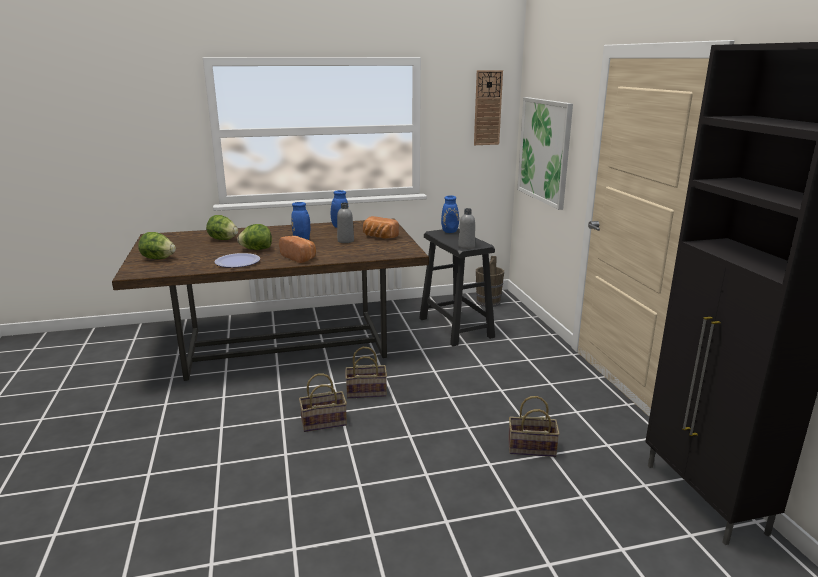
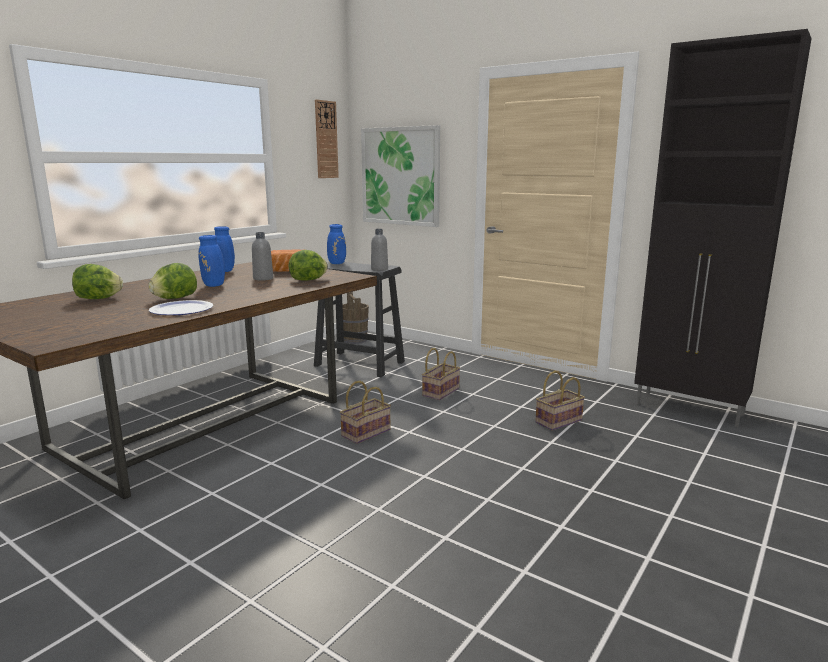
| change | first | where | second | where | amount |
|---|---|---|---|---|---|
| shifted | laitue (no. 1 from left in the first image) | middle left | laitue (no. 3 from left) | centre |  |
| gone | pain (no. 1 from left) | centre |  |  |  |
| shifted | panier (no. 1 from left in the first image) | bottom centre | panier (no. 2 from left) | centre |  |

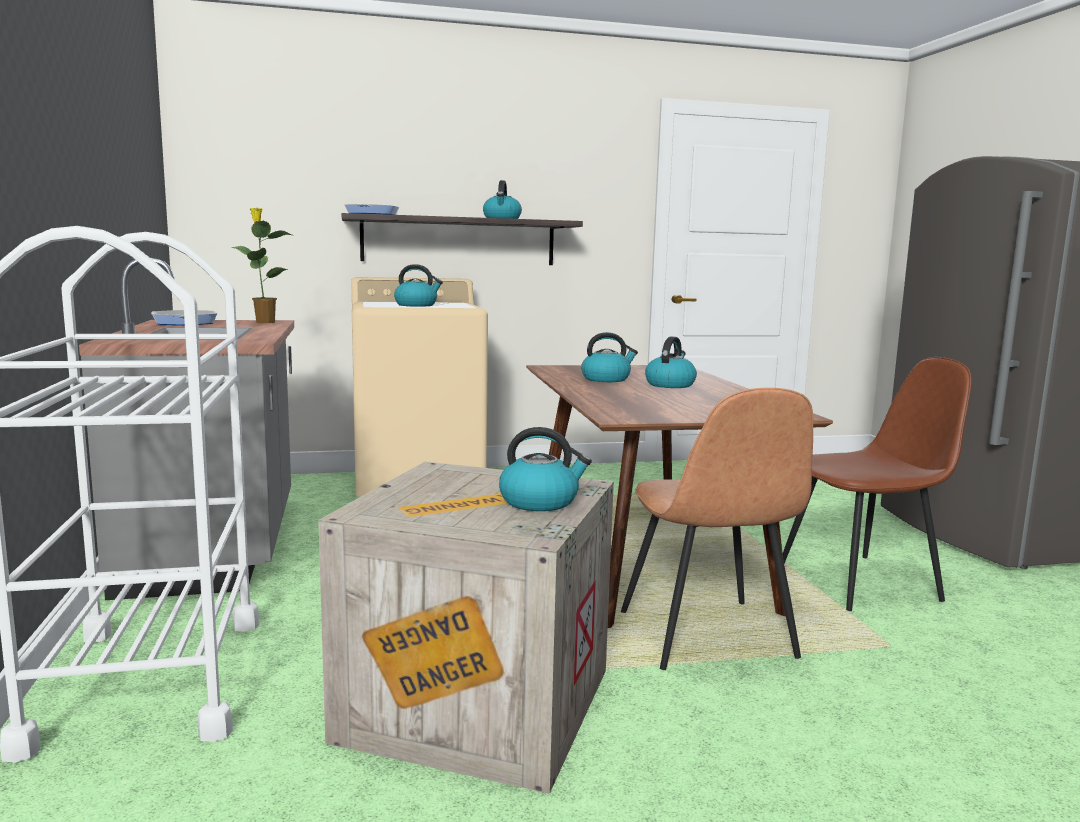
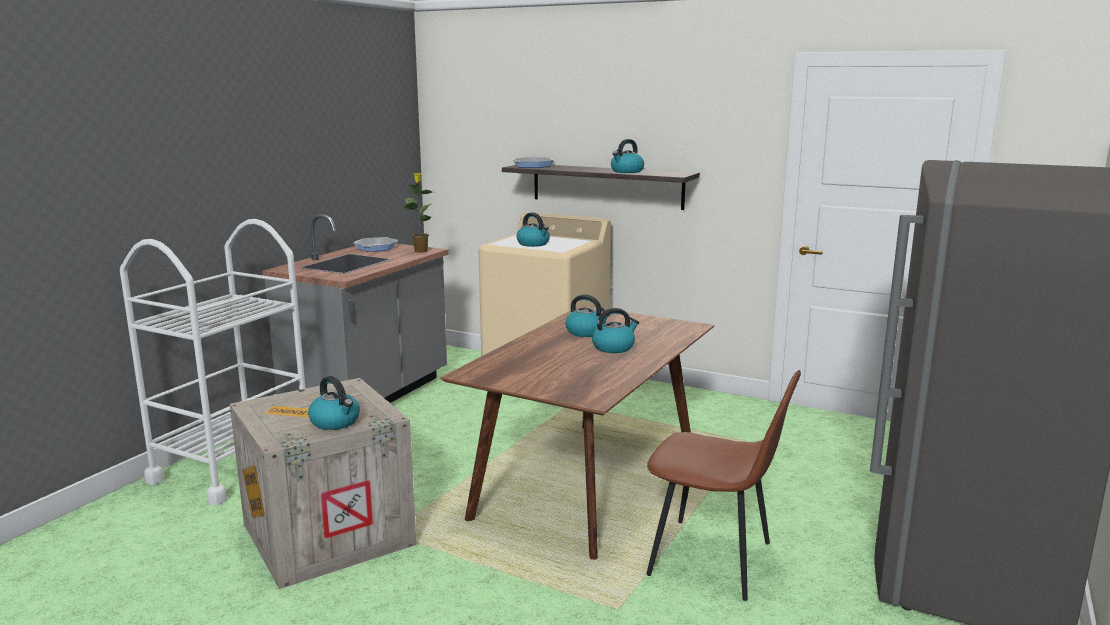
| change | first | where | second | where | amount |
|---|---|---|---|---|---|
| gone | chaise/marron (no. 1 from left) | centre |  |  |  |

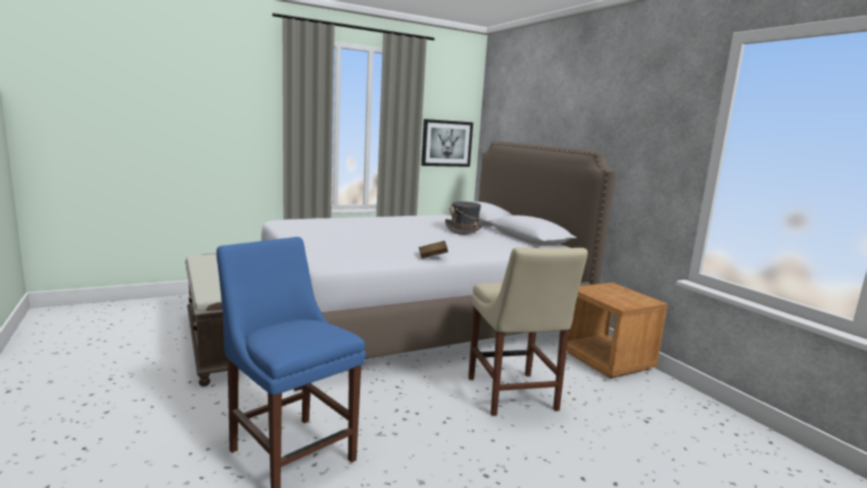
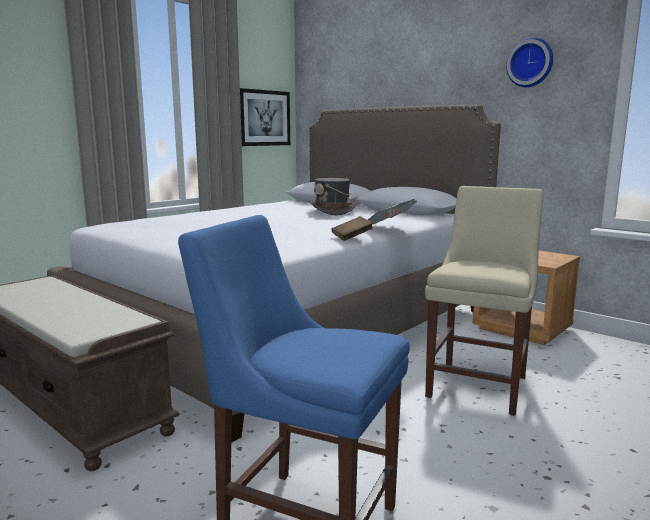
| change | first | where | second | where | amount |
|---|---|---|---|---|---|
| rotated | chaise/beige | bottom centre |  | middle right | 120 degrees counterclockwise |
| new |  |  | journal | centre |  |
| new |  |  | horloge murale | top right |  |

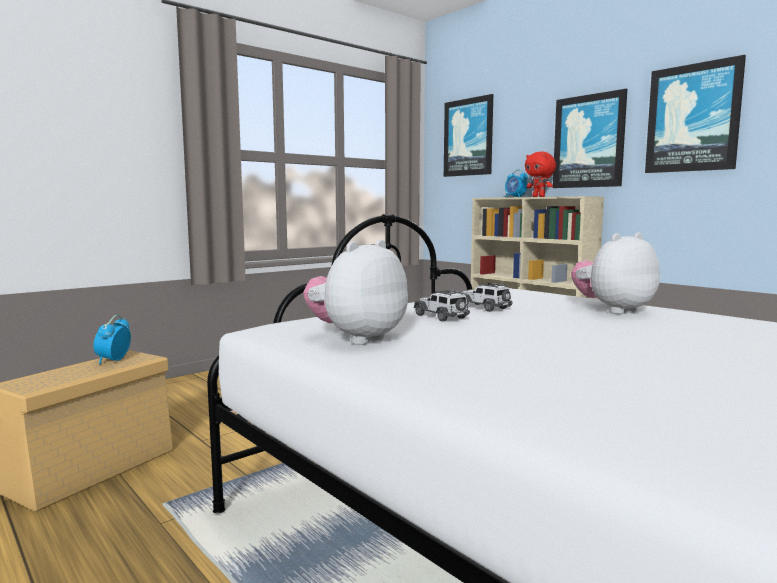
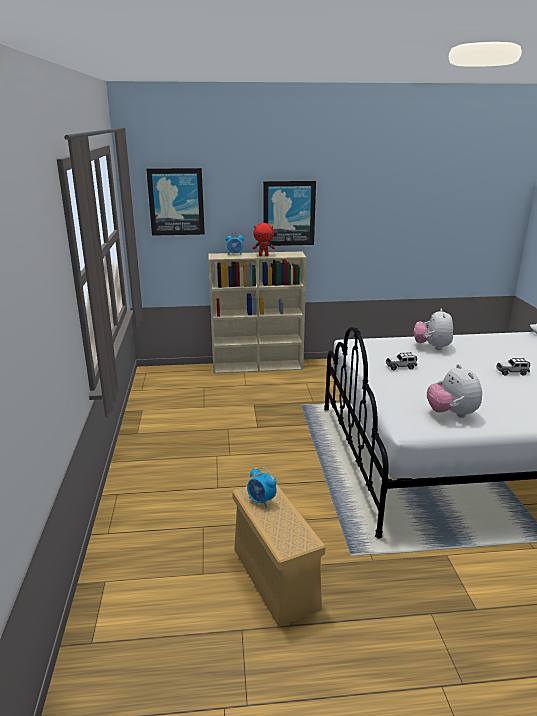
| change | first | where | second | where | amount |
|---|---|---|---|---|---|
| shifted | petite voiture (no. 1 from left in the first image) | centre | petite voiture (no. 2 from left) | middle right |  |
| gone | tableau (no. 3 from left) | top right |  |  |  |

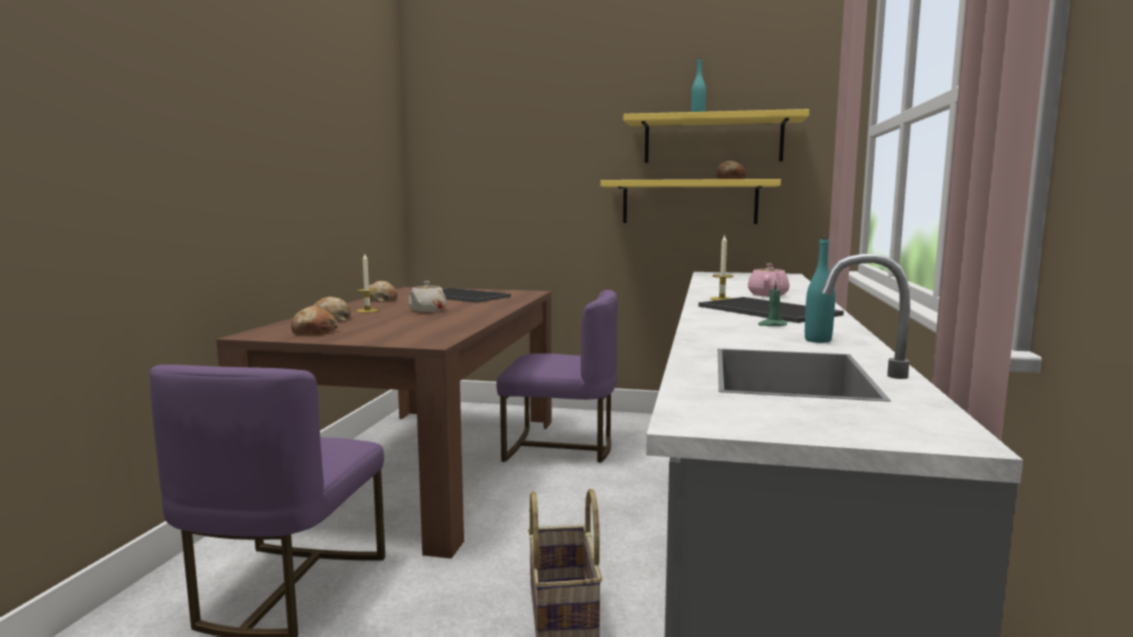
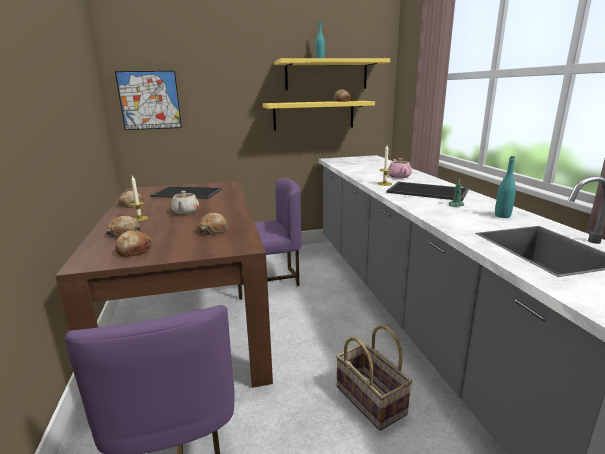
| change | first | where | second | where | amount |
|---|---|---|---|---|---|
| new |  |  | tableau | top left |  |
| new |  |  | pain (no. 4 from left) | centre |  |

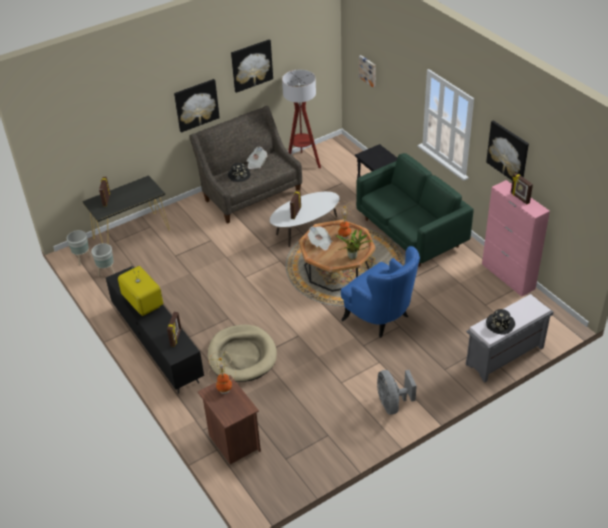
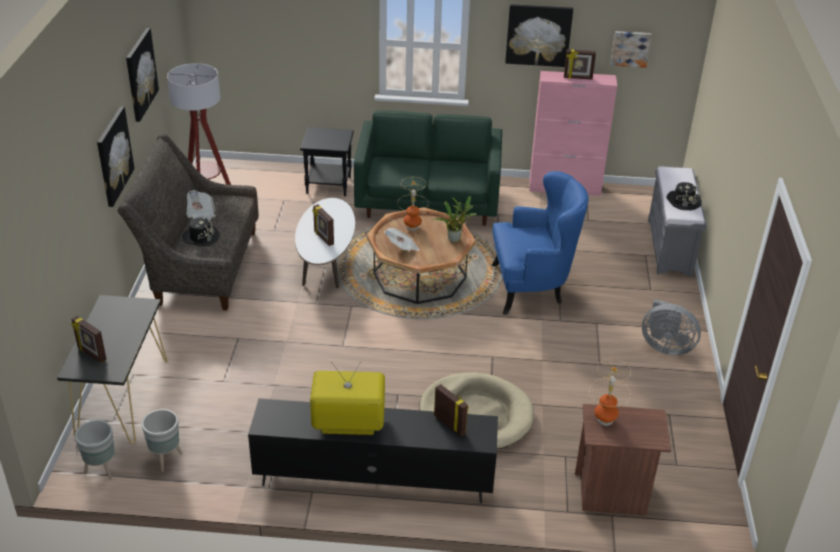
| change | first | where | second | where | amount |
|---|---|---|---|---|---|
| shifted | tableau (no. 3 from left in the first image) | top centre | tableau (no. 4 from left) | top right |  |

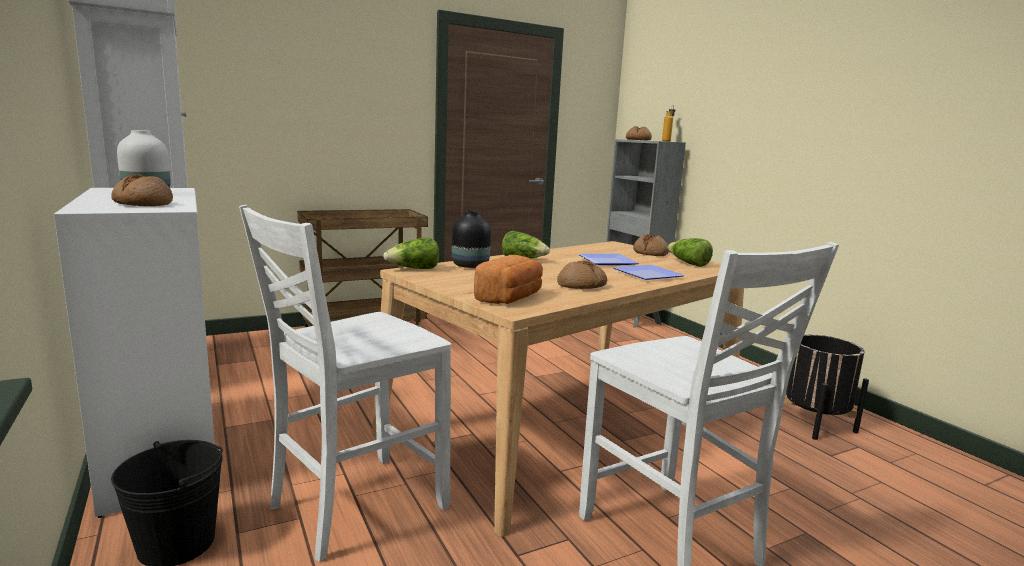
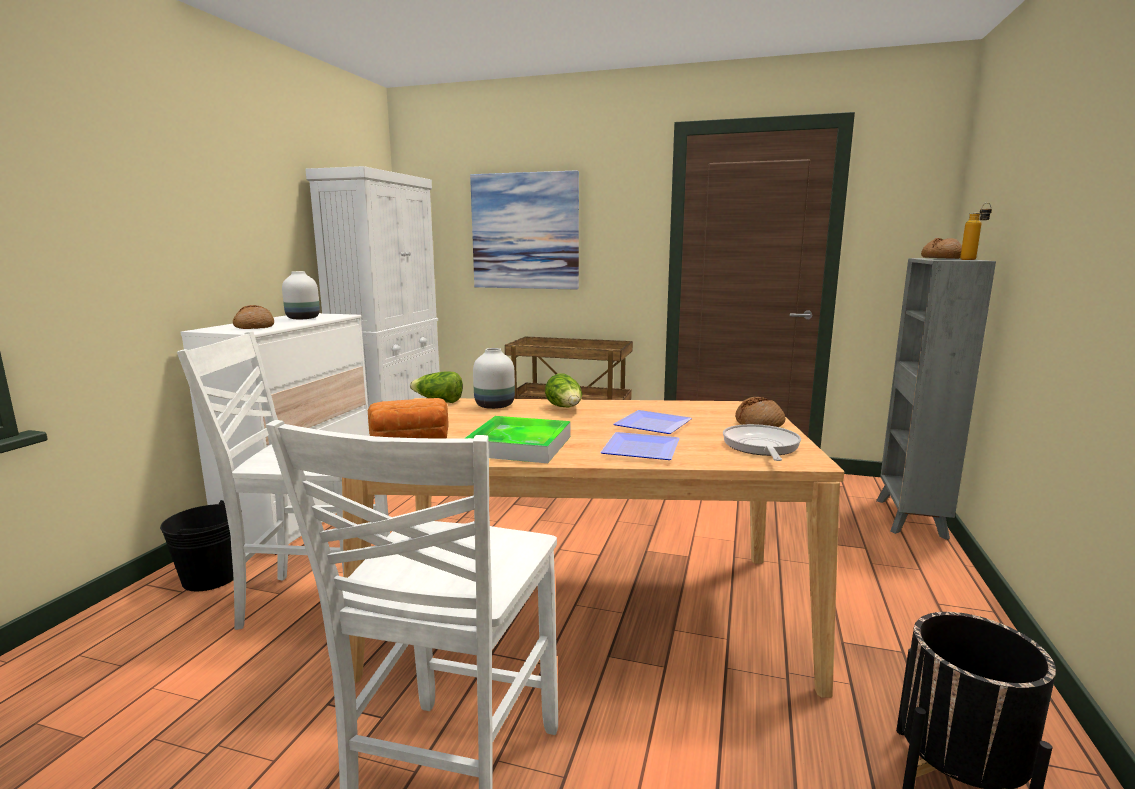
| change | first | where | second | where | amount |
|---|---|---|---|---|---|
| repainted | vase/noir | centre | vase/blanc (no. 2 from left) | centre |  |
| swapped | pain (no. 3 from left) | centre | plateau | centre |  |
| swapped | laitue (no. 3 from left) | middle right | poêle | middle right |  |
| new |  |  | tableau | top centre |  |

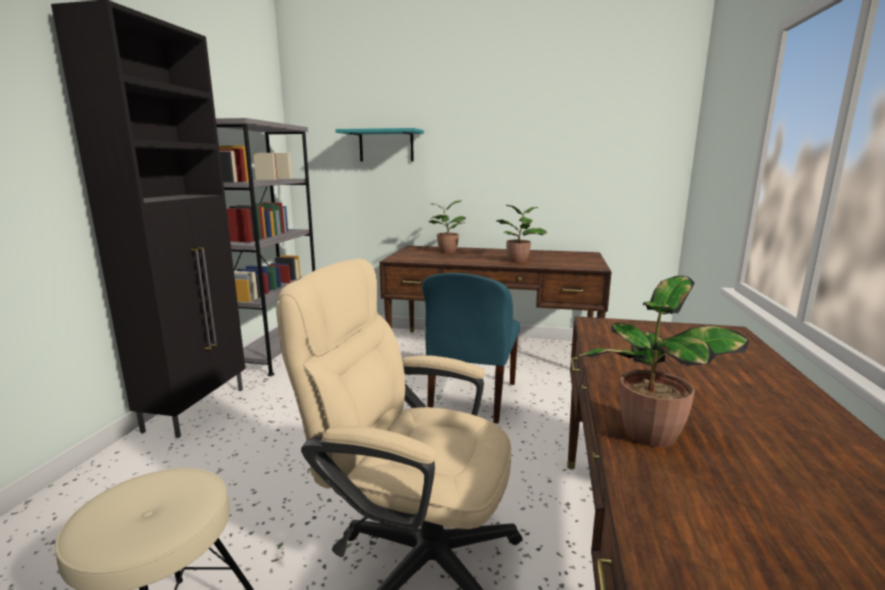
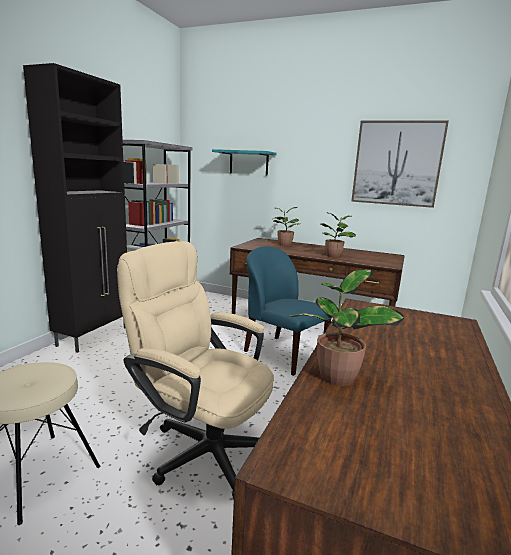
| change | first | where | second | where | amount |
|---|---|---|---|---|---|
| rotated | chaise/bleu | centre |  | centre | 105 degrees clockwise |
| new |  |  | tableau | top right |  |

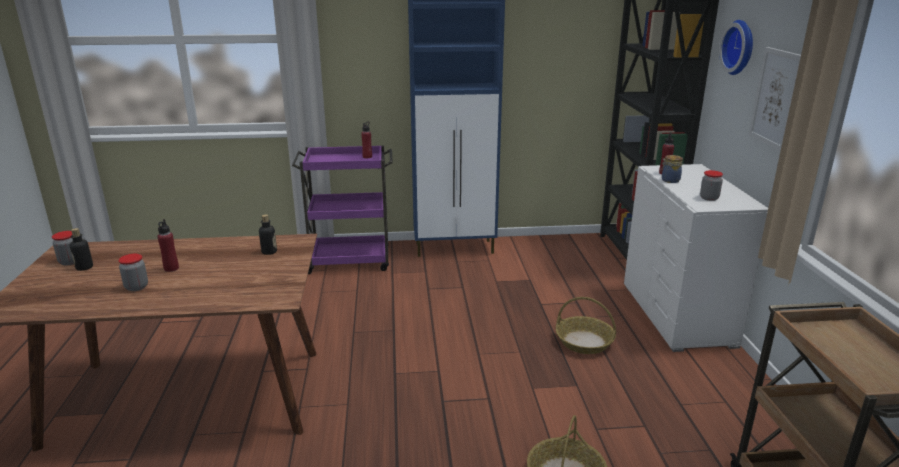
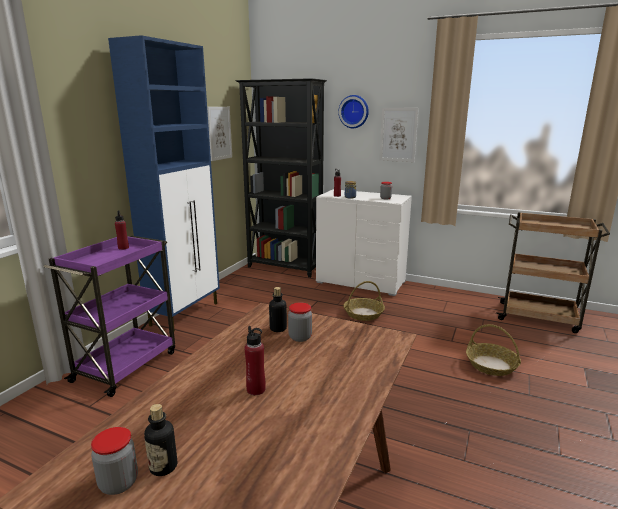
| change | first | where | second | where | amount |
|---|---|---|---|---|---|
| shifted | bocal (no. 2 from left) | middle left |  | centre |  |
| new |  |  | tableau (no. 1 from left) | top centre |  |

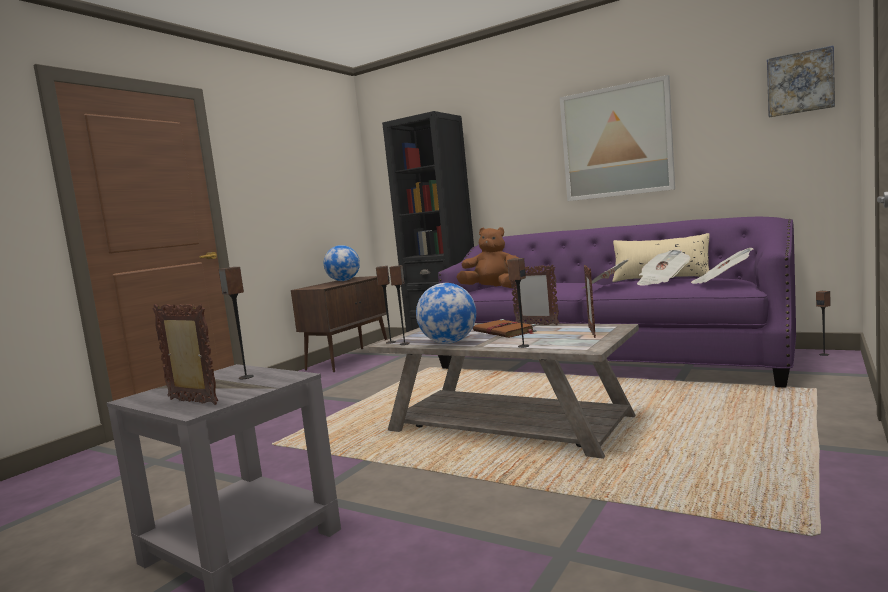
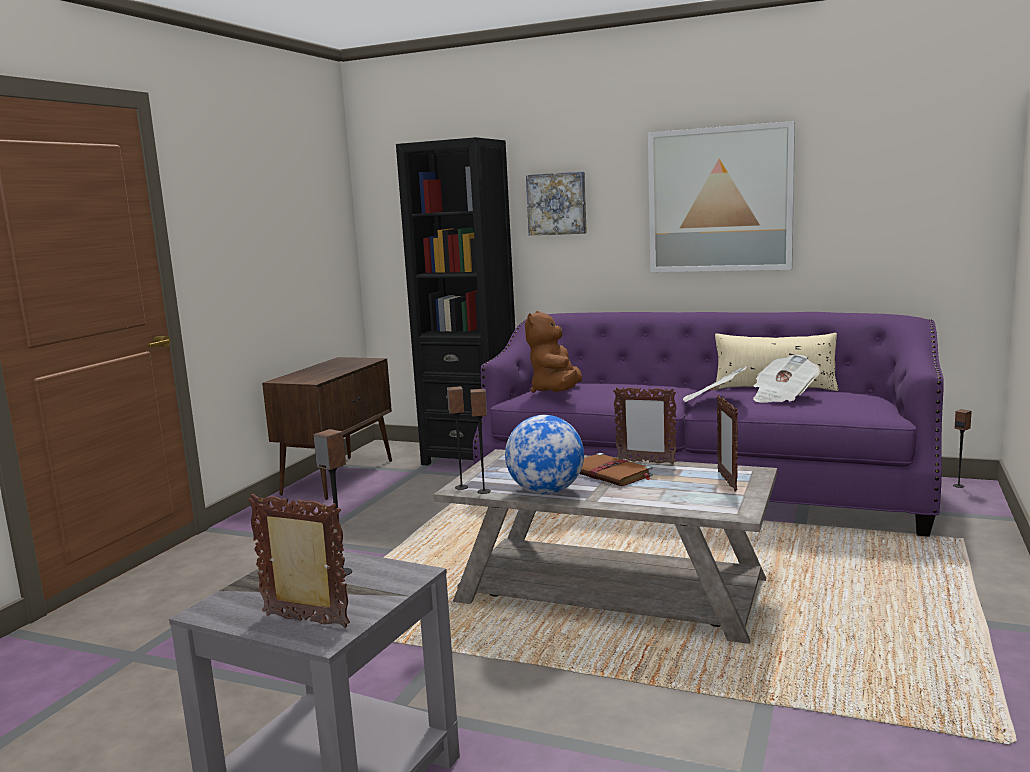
| change | first | where | second | where | amount |
|---|---|---|---|---|---|
| gone | globe (no. 1 from left) | centre |  |  |  |
| rotated | peluche/marron | centre |  | centre | 90 degrees counterclockwise |
| gone | enceinte (no. 4 from left) | centre |  |  |  |
| gone | journal (no. 3 from left) | middle right |  |  |  |
| shifted | tableau (no. 2 from left in the first image) | top right | tableau (no. 1 from left) | top centre |  |

